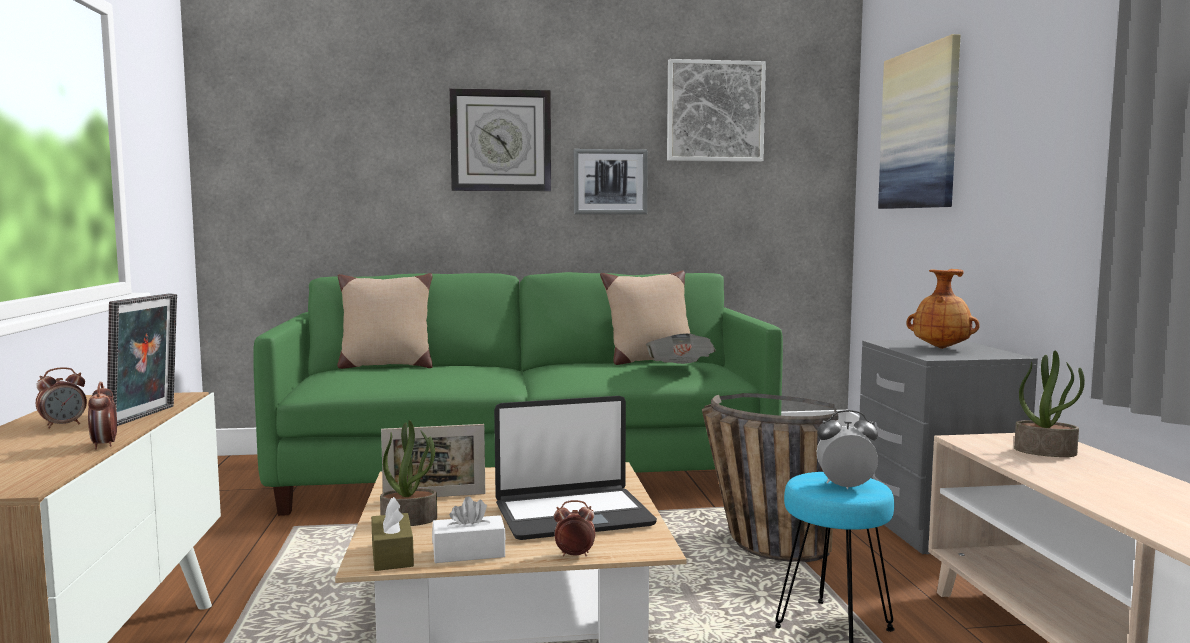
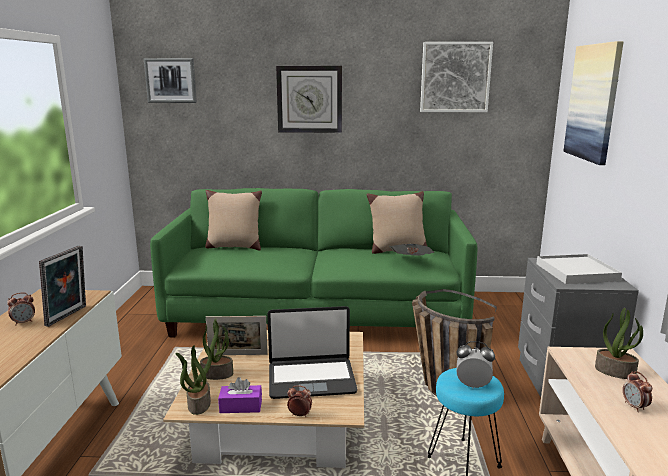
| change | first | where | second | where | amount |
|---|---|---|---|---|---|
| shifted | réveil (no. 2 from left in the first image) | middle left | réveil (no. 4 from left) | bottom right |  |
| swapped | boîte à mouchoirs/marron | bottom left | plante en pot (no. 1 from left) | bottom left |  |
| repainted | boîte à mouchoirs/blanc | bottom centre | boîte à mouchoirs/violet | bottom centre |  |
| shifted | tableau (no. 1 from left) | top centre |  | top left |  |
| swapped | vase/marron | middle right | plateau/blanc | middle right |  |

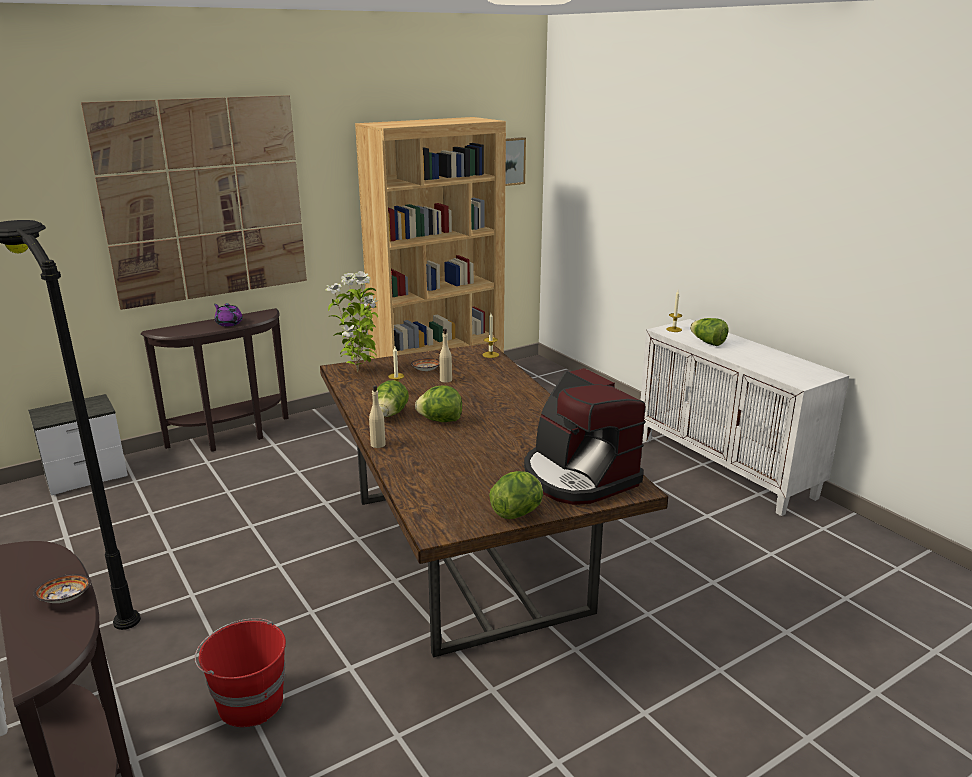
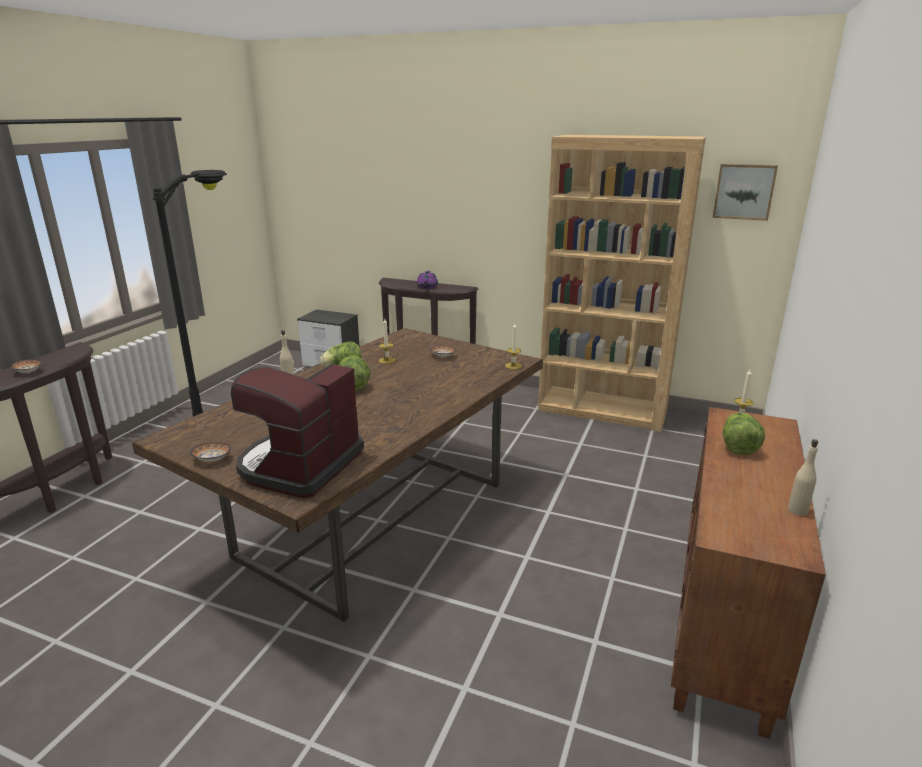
| change | first | where | second | where | amount |
|---|---|---|---|---|---|
| gone | tableau (no. 1 from left) | top left |  |  |  |
| gone | seau/rouge | bottom left |  |  |  |
| gone | plante en pot | centre |  |  |  |
| shifted | bouteille/beige (no. 2 from left) | centre |  | middle right |  |
| swapped | laitue (no. 3 from left) | centre | bol (no. 2 from left) | middle left |  |
| repainted | meuble de rangement/blanc | middle right | meuble de rangement/marron | bottom right |  |

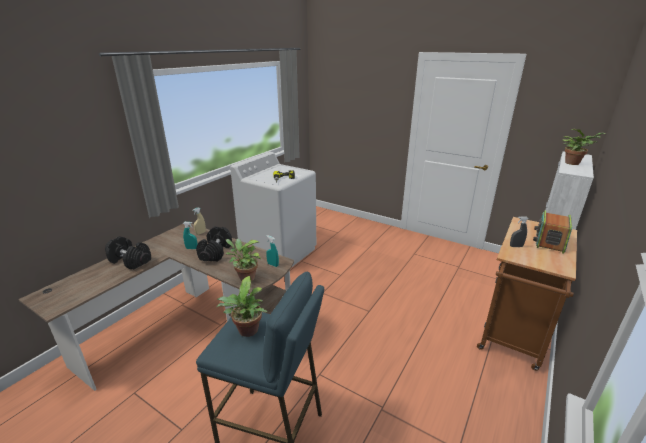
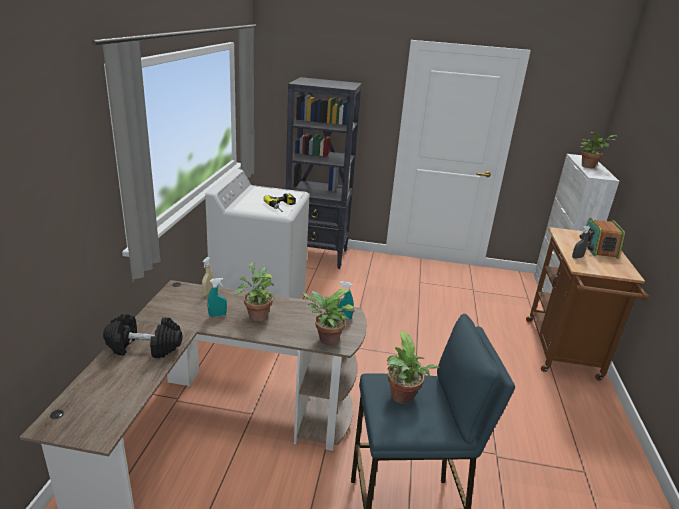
| change | first | where | second | where | amount |
|---|---|---|---|---|---|
| swapped | haltère/noir (no. 2 from left) | middle left | plante en pot (no. 1 from left) | centre |  |
| new |  |  | bibliothèque/noir | centre |  |

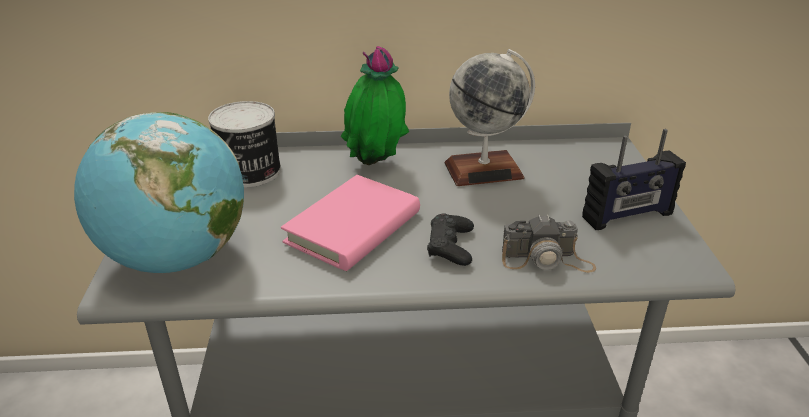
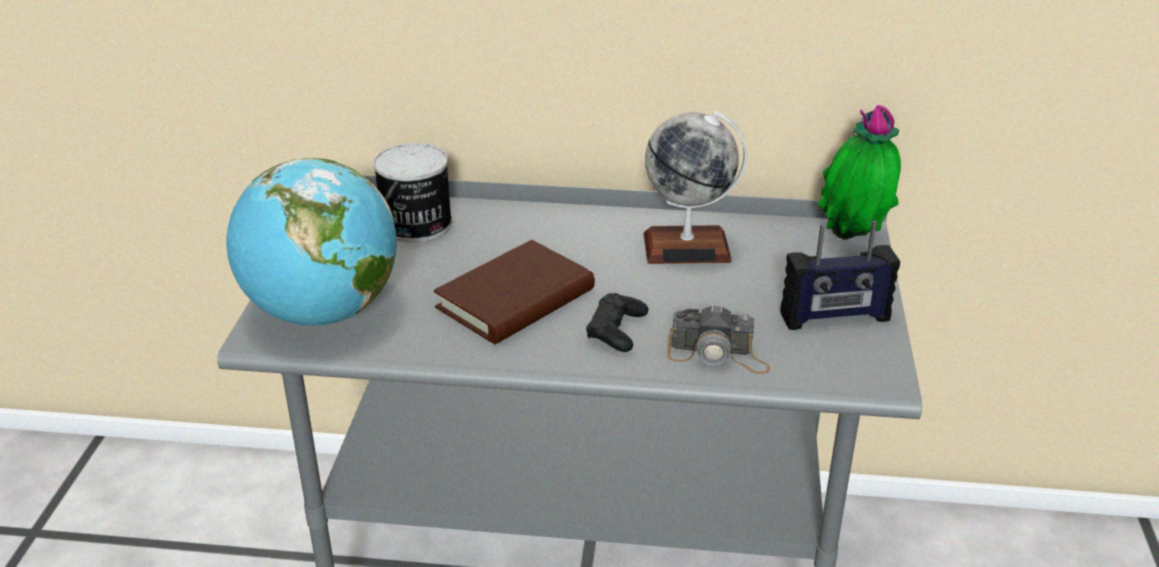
| change | first | where | second | where | amount |
|---|---|---|---|---|---|
| repainted | livre/rose | centre | livre/marron | centre |  |
| shifted | plante en pot | top centre |  | top right |  |

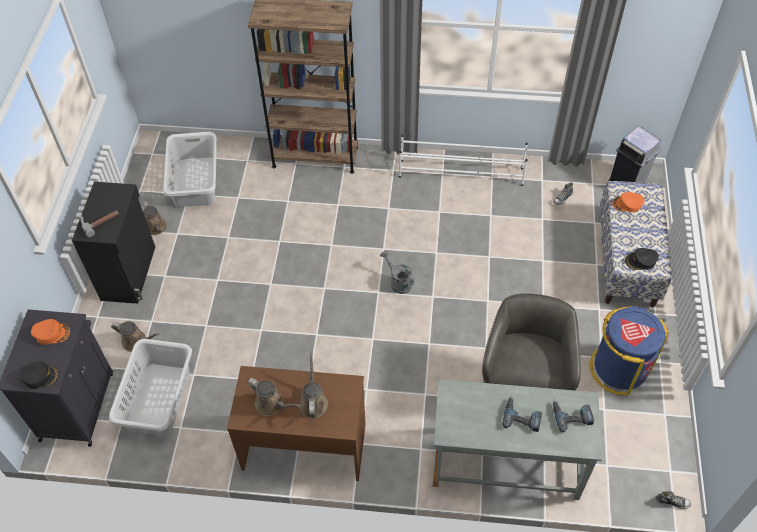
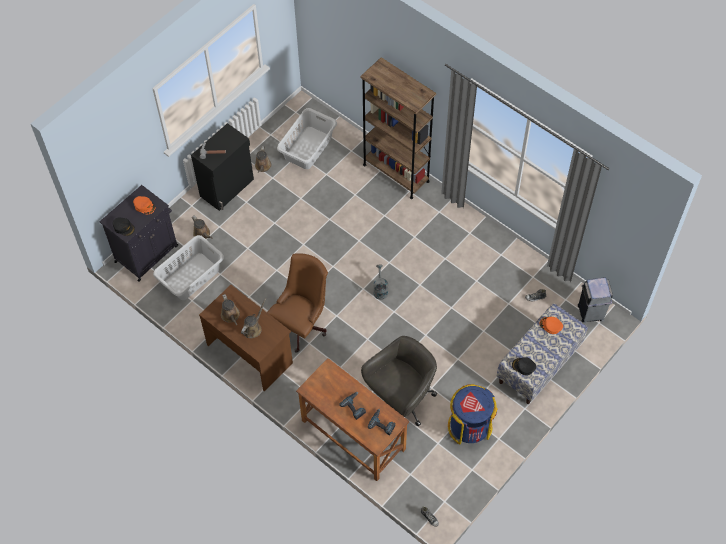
| change | first | where | second | where | amount |
|---|---|---|---|---|---|
| gone | étagère à chaussures/blanc | top centre |  |  |  |
| repainted | bureau/gris | bottom right | bureau/marron (no. 2 from left) | bottom centre |  |
| new |  |  | chaise de bureau/marron | centre |  |

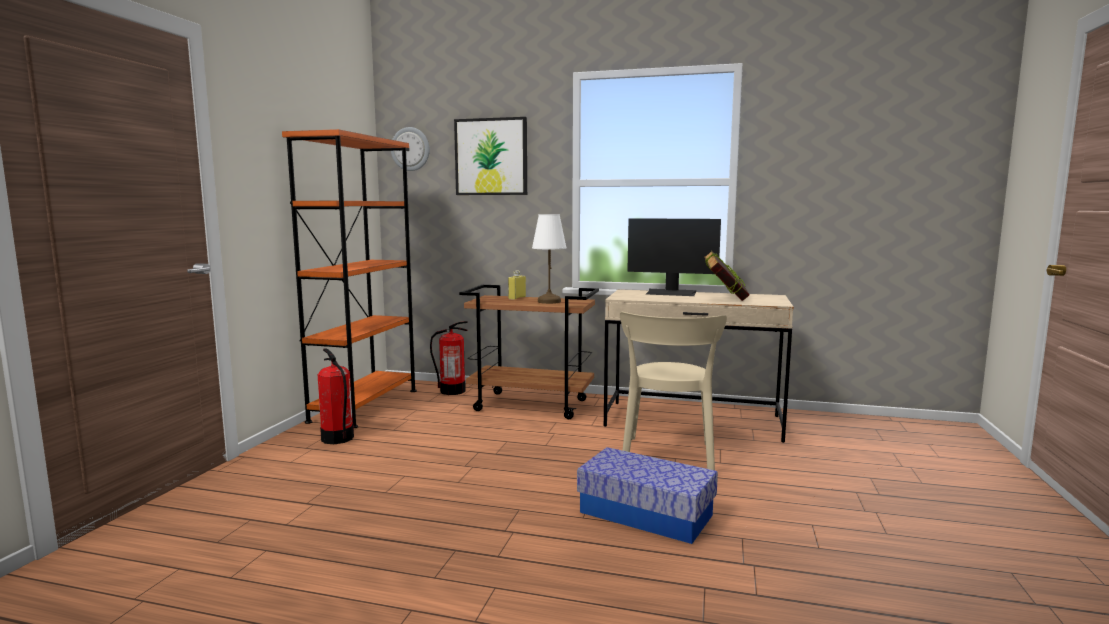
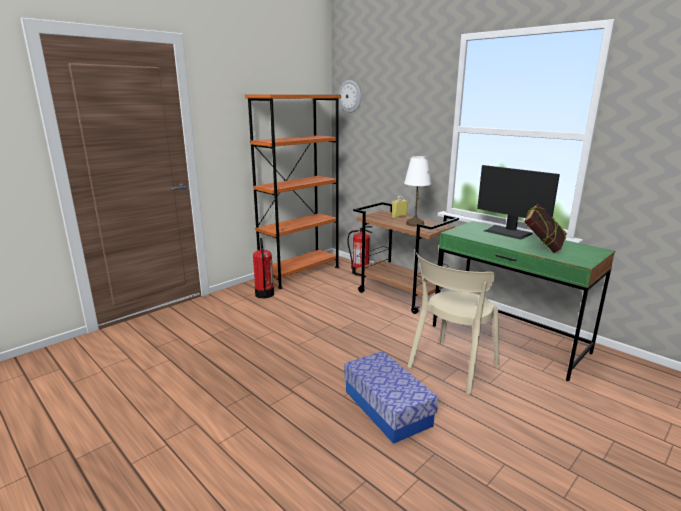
| change | first | where | second | where | amount |
|---|---|---|---|---|---|
| gone | tableau | top centre |  |  |  |
| repainted | bureau/beige | centre | bureau/vert | middle right |  |

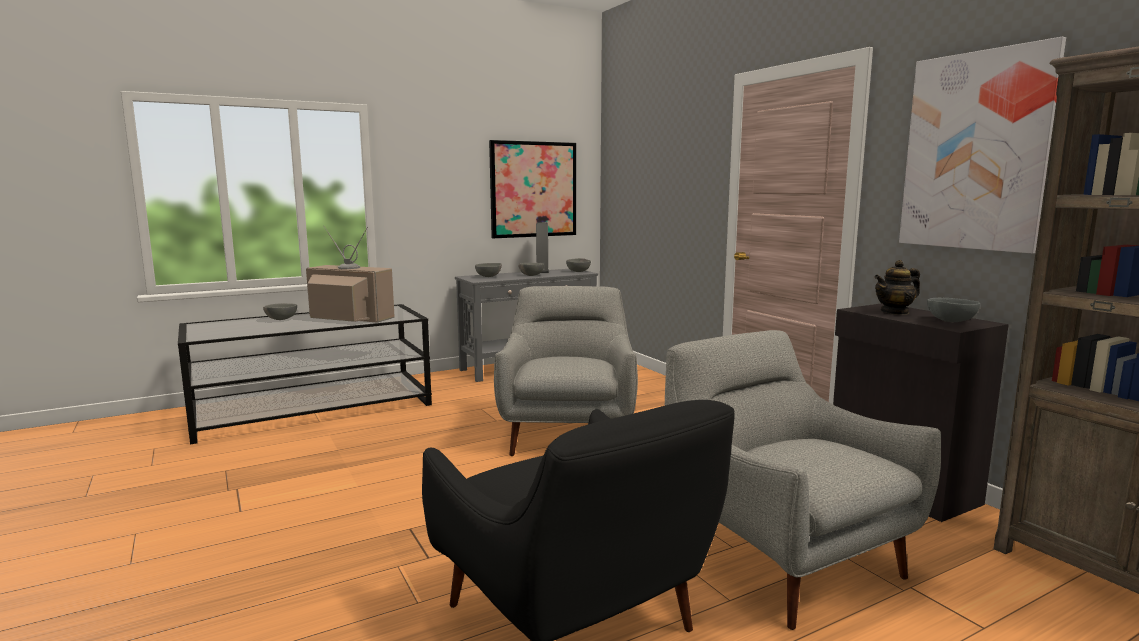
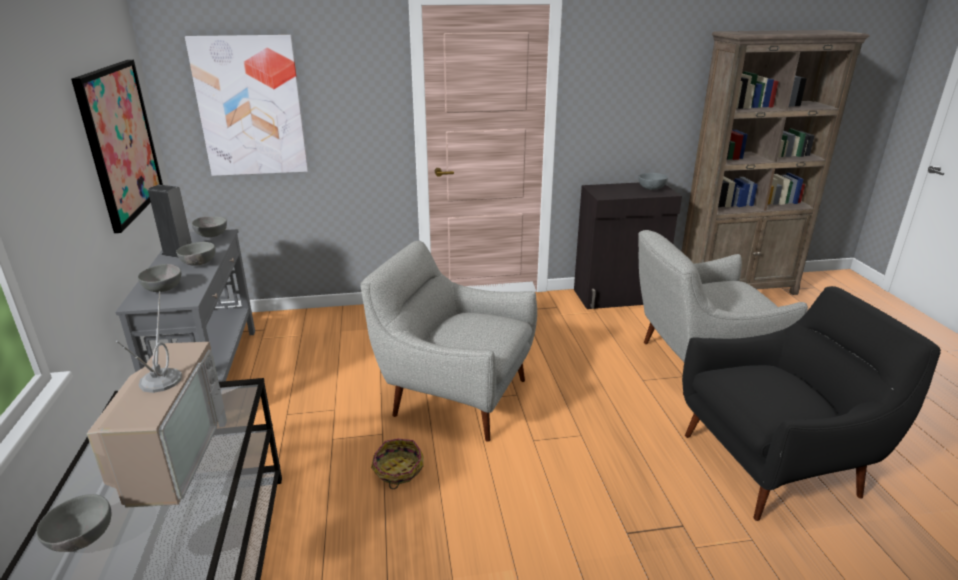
| change | first | where | second | where | amount |
|---|---|---|---|---|---|
| rotated | téléviseur | middle left |  | bottom left | 135 degrees clockwise |
| gone | théière | middle right |  |  |  |
| shifted | tableau (no. 2 from left) | top right |  | top left |  |
| new |  |  | panier | bottom centre |  |

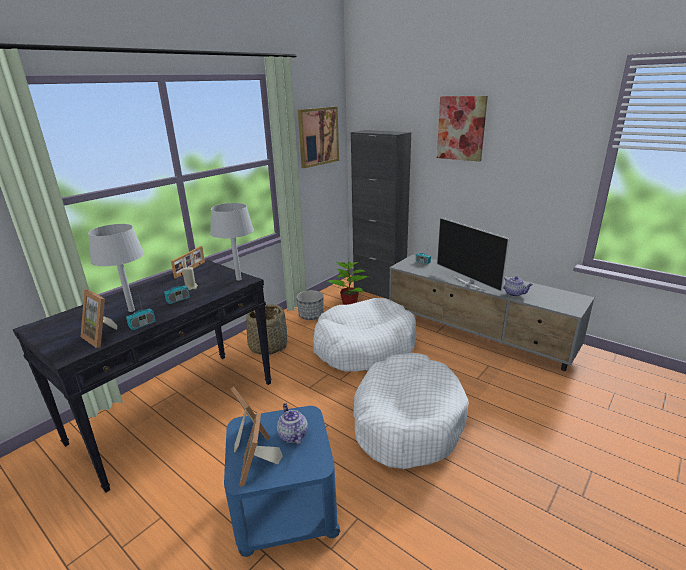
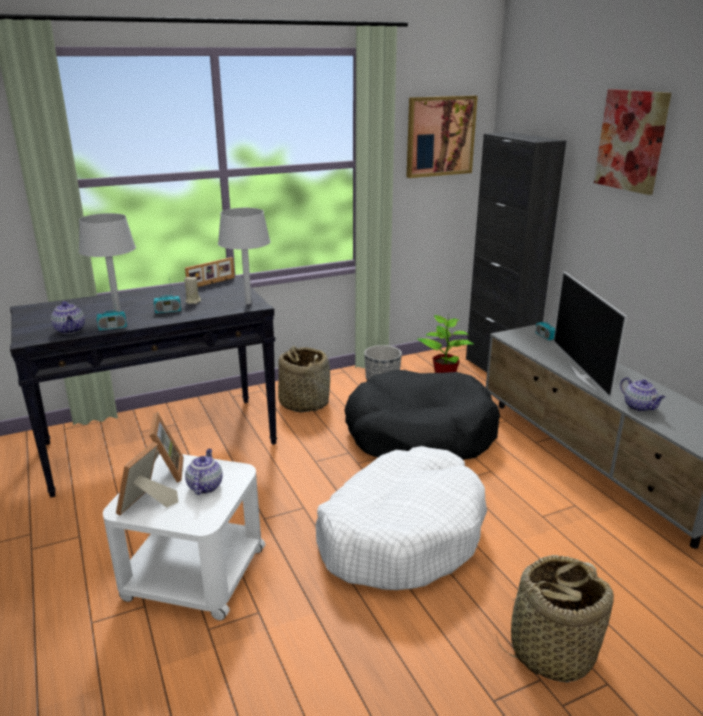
| change | first | where | second | where | amount |
|---|---|---|---|---|---|
| swapped | cadre photo (no. 1 from left) | middle left | théière (no. 1 from left) | middle left |  |
| repainted | table d'appoint/bleu | bottom centre | table d'appoint/blanc | bottom left |  |
| repainted | panier pour chien/blanc (no. 1 from left) | centre | panier pour chien/noir | centre |  |
| new |  |  | panier (no. 2 from left) | bottom right |  |

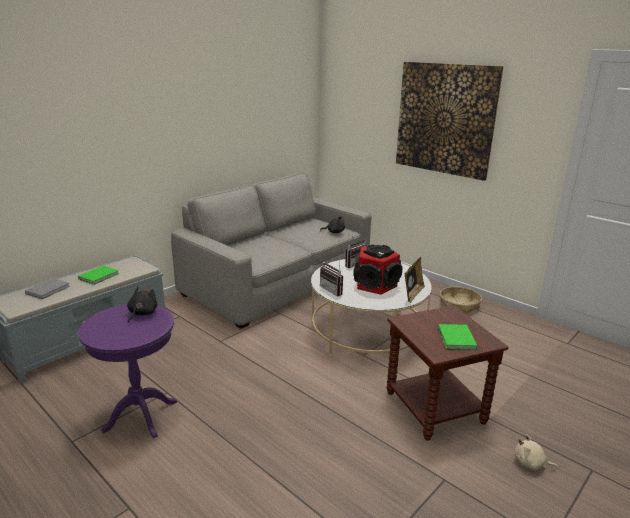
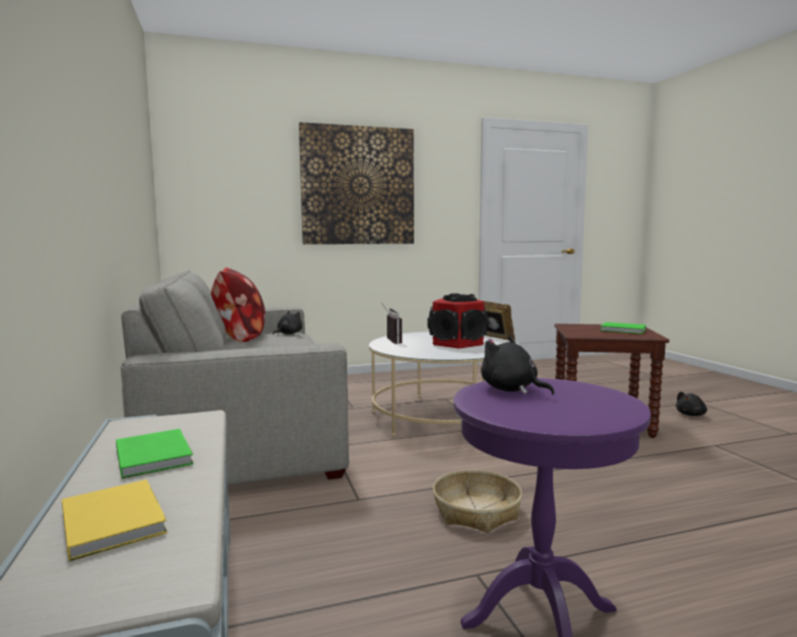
| change | first | where | second | where | amount |
|---|---|---|---|---|---|
| repainted | livre/gris | middle left | livre/jaune | bottom left |  |
| gone | radio (no. 1 from left) | centre |  |  |  |
| shifted | panier | middle right |  | bottom centre |  |
| repainted | peluche/beige | bottom right | peluche/noir (no. 3 from left) | middle right |  |
| new |  |  | coussin | middle left |  |

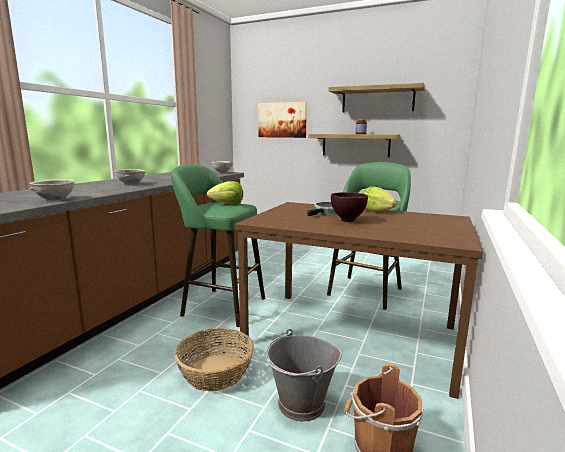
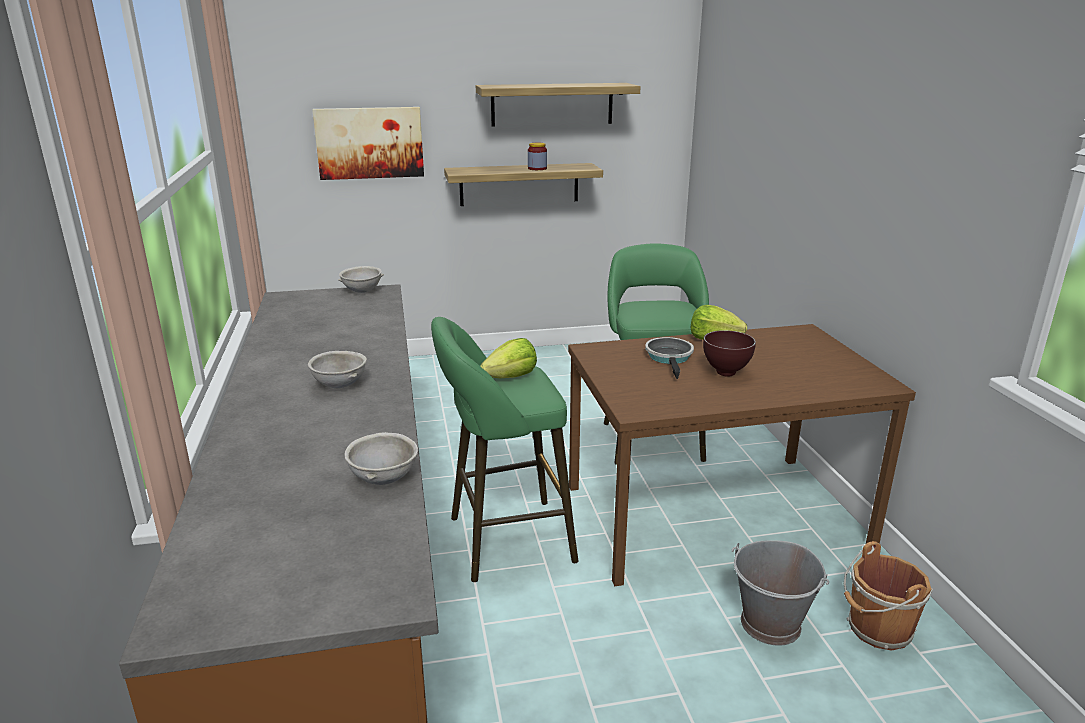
| change | first | where | second | where | amount |
|---|---|---|---|---|---|
| gone | panier | bottom centre |  |  |  |

